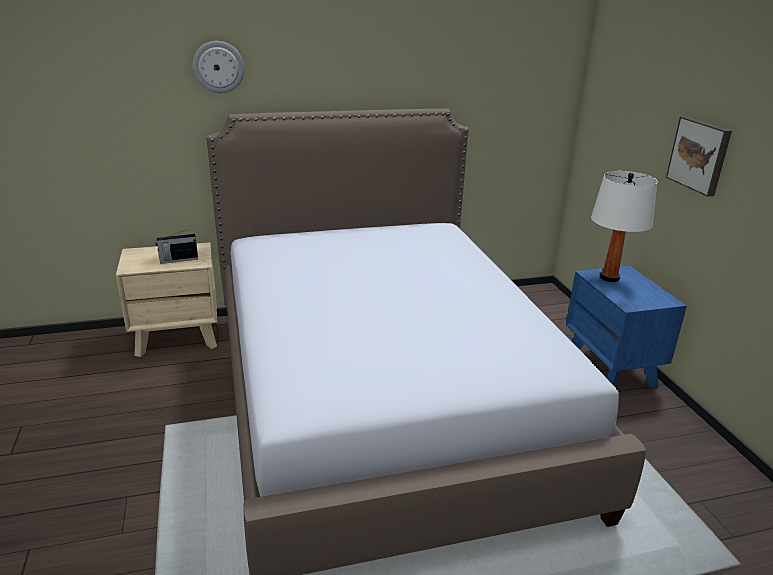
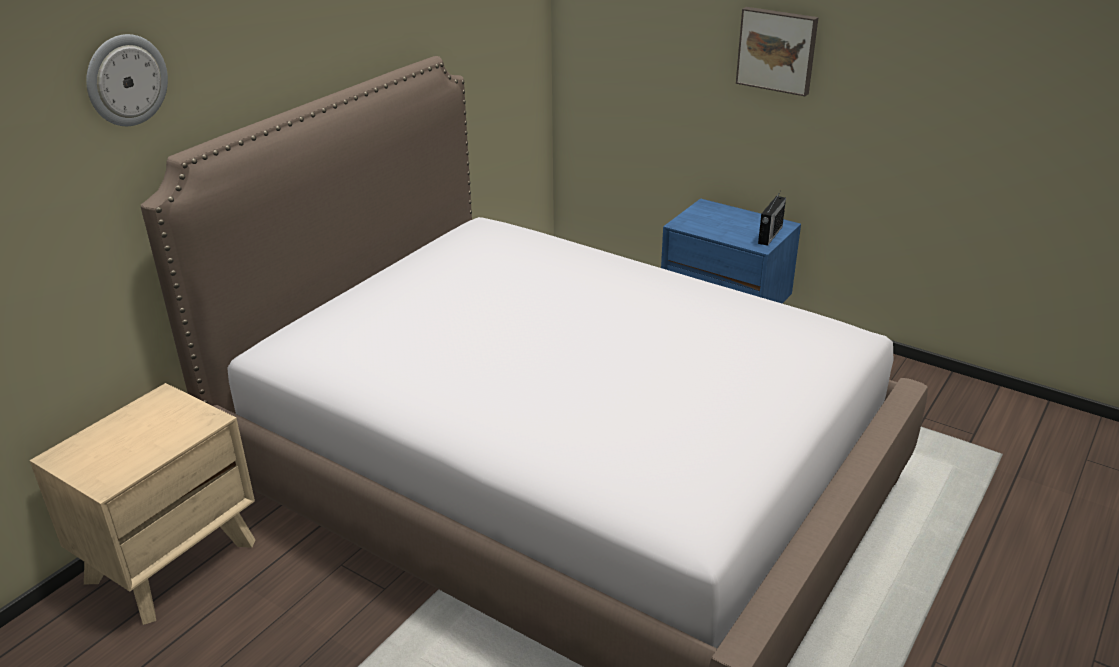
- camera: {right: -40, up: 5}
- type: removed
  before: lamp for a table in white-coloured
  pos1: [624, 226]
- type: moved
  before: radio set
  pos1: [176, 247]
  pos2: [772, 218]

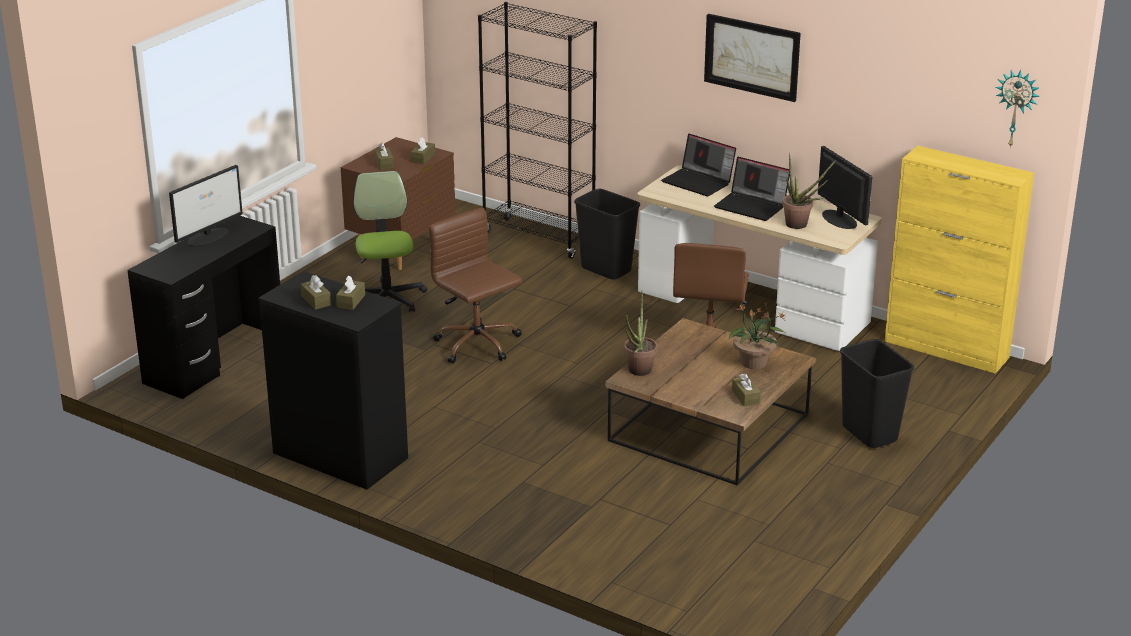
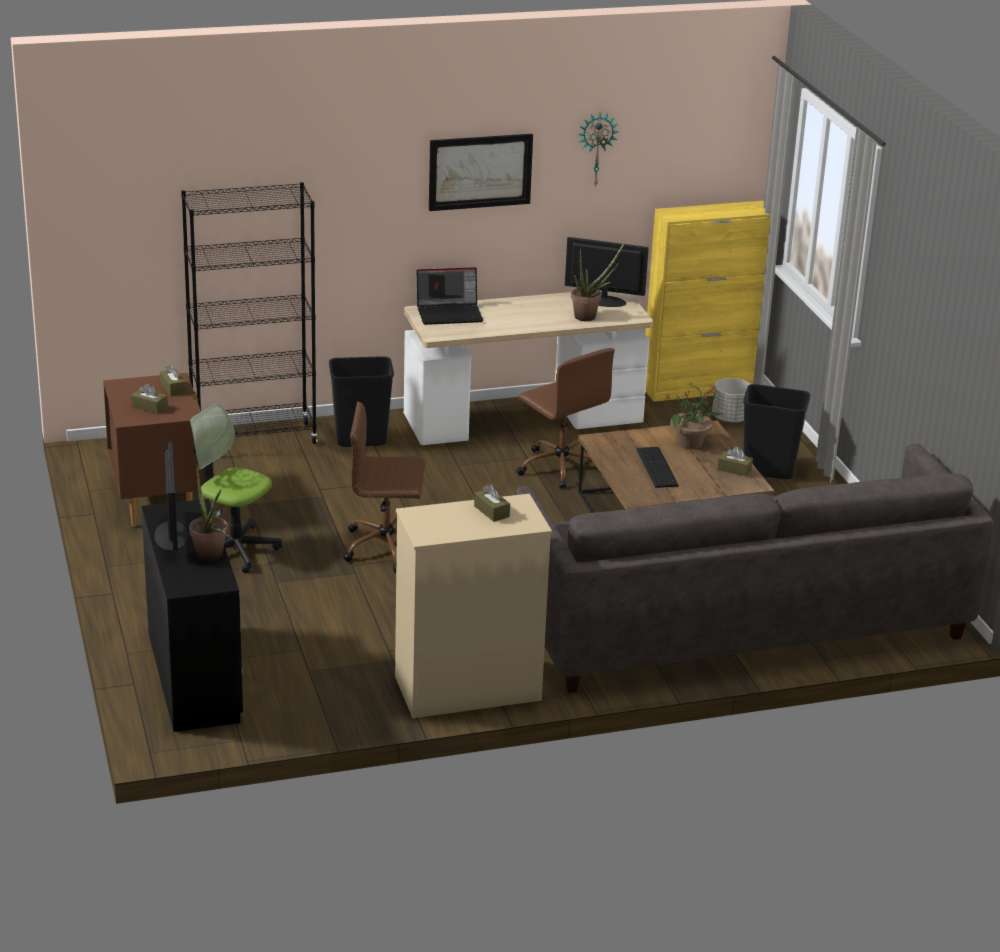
- camera: {right: -50, up: 0}
- type: removed
  before: tissue box in brownish
  pos1: [316, 292]
- type: removed
  before: portable computer
  pos1: [752, 189]
- type: added
  after: sofa in grey
  pos2: [755, 568]
- type: added
  after: PC keyboard
  pos2: [657, 467]
- type: added
  after: flower pot in grey
  pos2: [731, 400]
- type: moved
  before: potted plant
  pos1: [640, 333]
  pos2: [208, 513]
- type: moved
  before: hanging clock
  pos1: [1017, 109]
  pos2: [598, 150]
- type: recoloured
  before: drawer chest in black-coloured
  after: drawer chest in sand-coloured
  pos1: [333, 380]
  pos2: [473, 606]

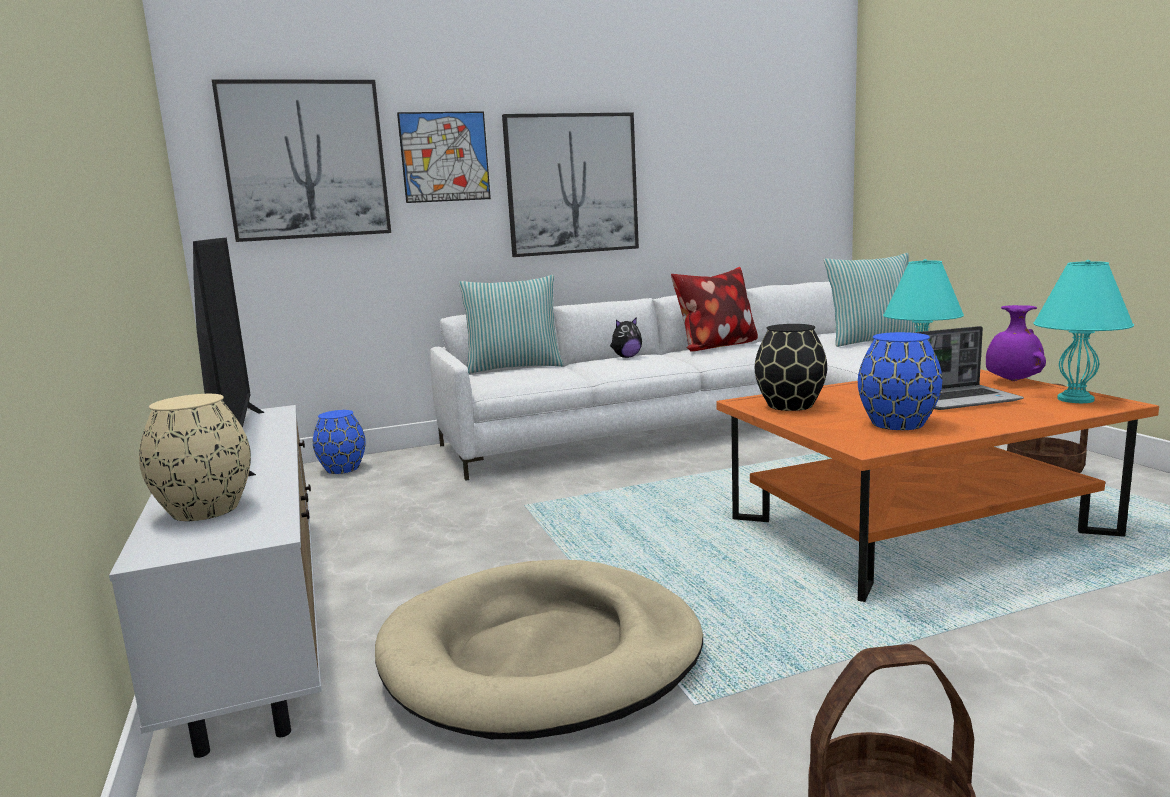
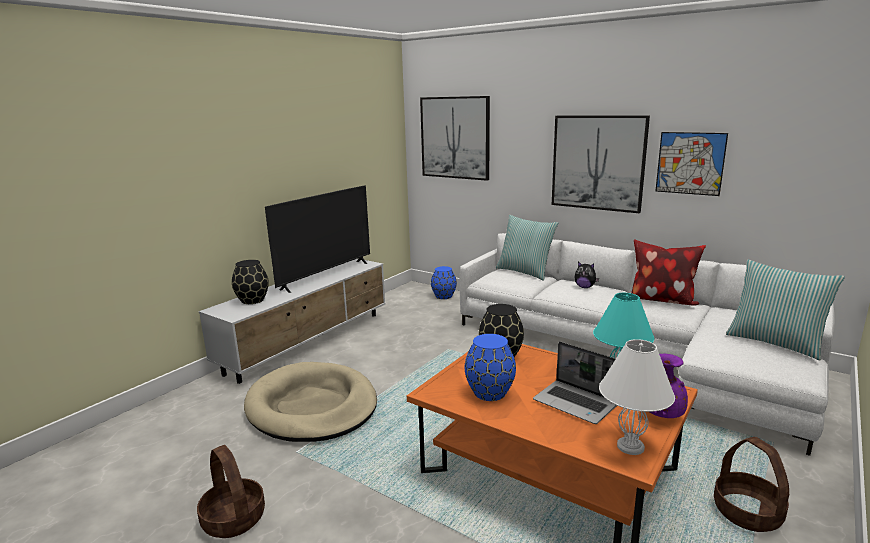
- camera: {right: 55, up: 5}
- type: moved
  before: wall picture
  pos1: [444, 157]
  pos2: [692, 164]
- type: recoloured
  before: flower vase in sand-coloured
  after: flower vase in black-coloured
  pos1: [195, 457]
  pos2: [250, 282]
- type: recoloured
  before: lamp for a table in blue-green
  after: lamp for a table in white-coloured
  pos1: [1084, 331]
  pos2: [637, 397]

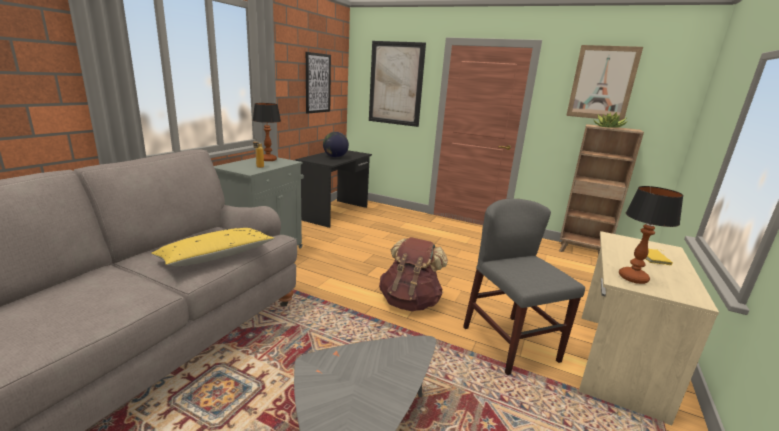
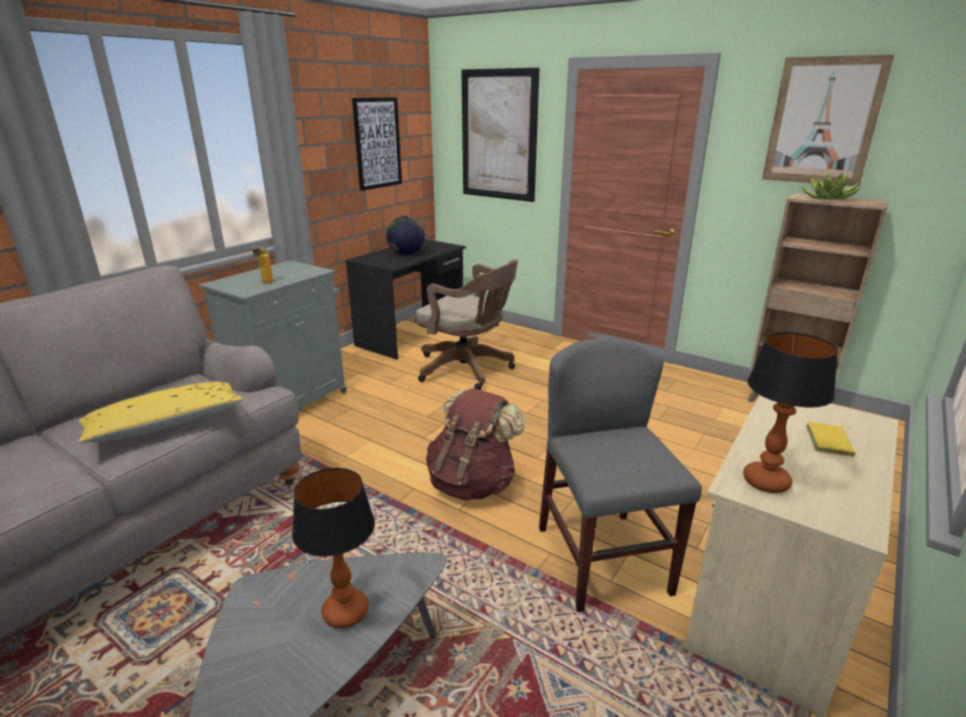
- camera: {right: 10, up: 5}
- type: added
  after: desk chair in brownish
  pos2: [466, 325]
- type: moved
  before: lamp for a table
  pos1: [267, 132]
  pos2: [333, 548]

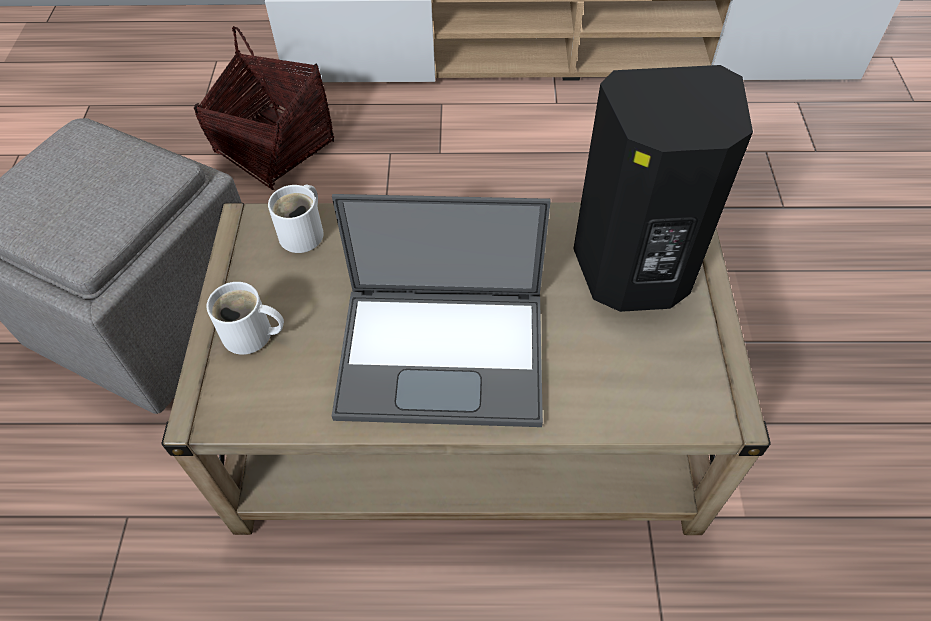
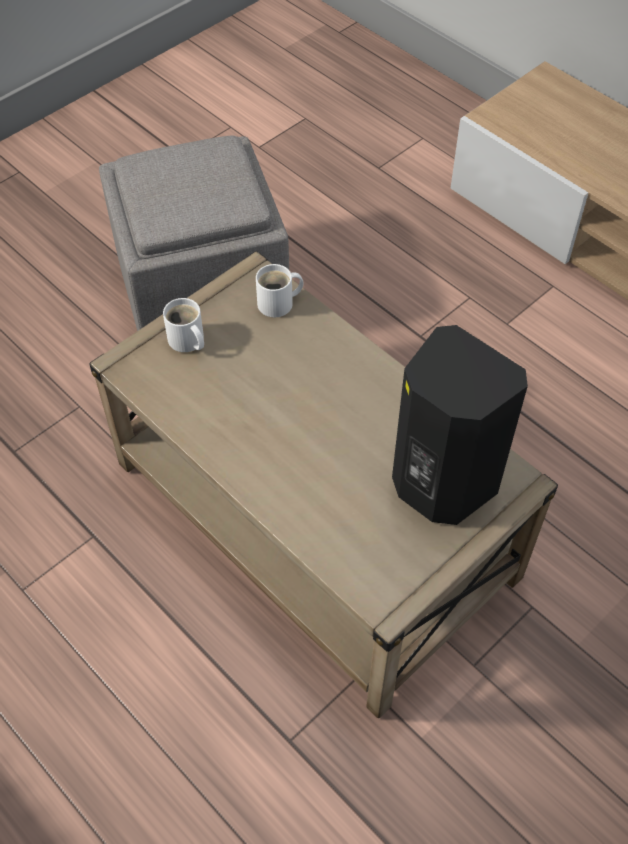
- camera: {right: 45, up: 0}
- type: removed
  before: basket
  pos1: [264, 108]
- type: removed
  before: portable computer
  pos1: [441, 310]

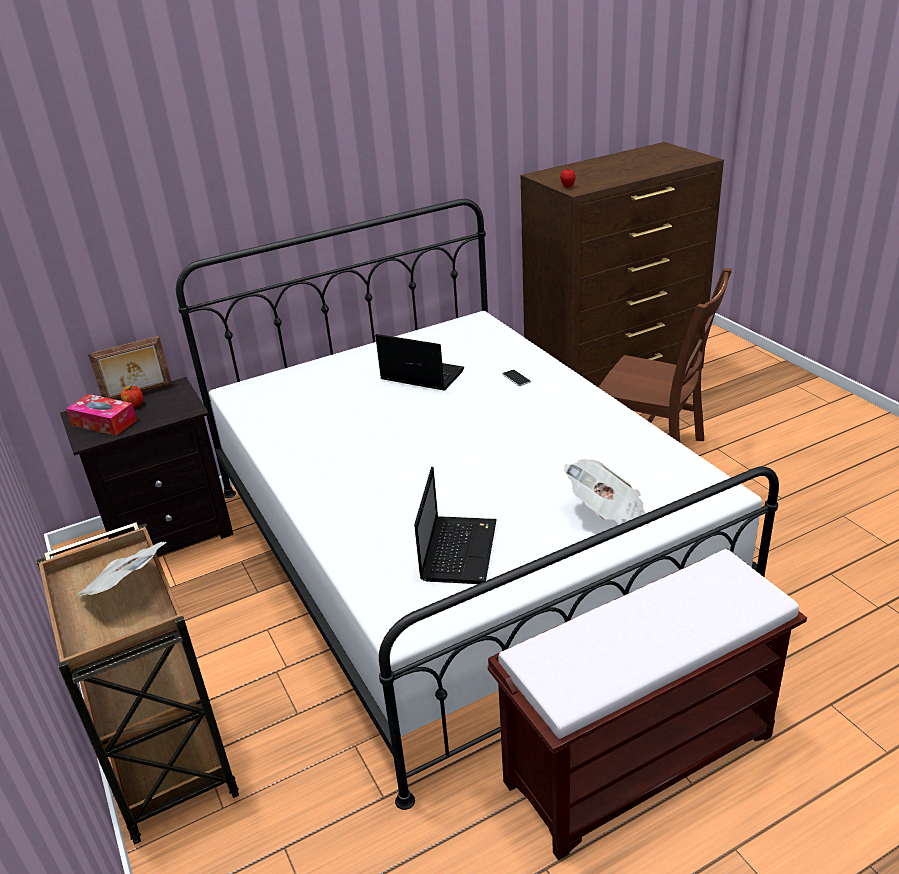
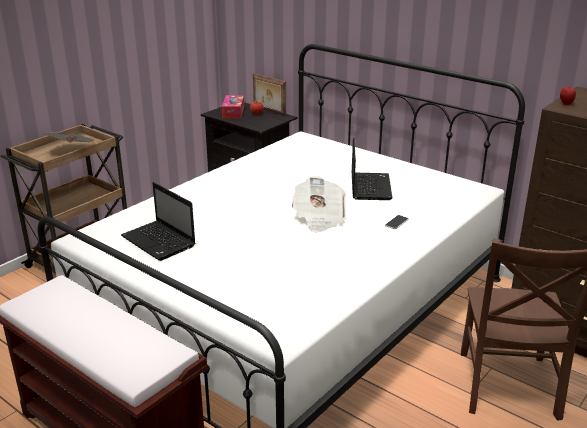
- camera: {right: 65, up: -5}
- type: moved
  before: newspaper
  pos1: [607, 492]
  pos2: [318, 204]
- type: turned
  before: portable computer
  pos1: [455, 525]
  pos2: [158, 221]
  turn: 60

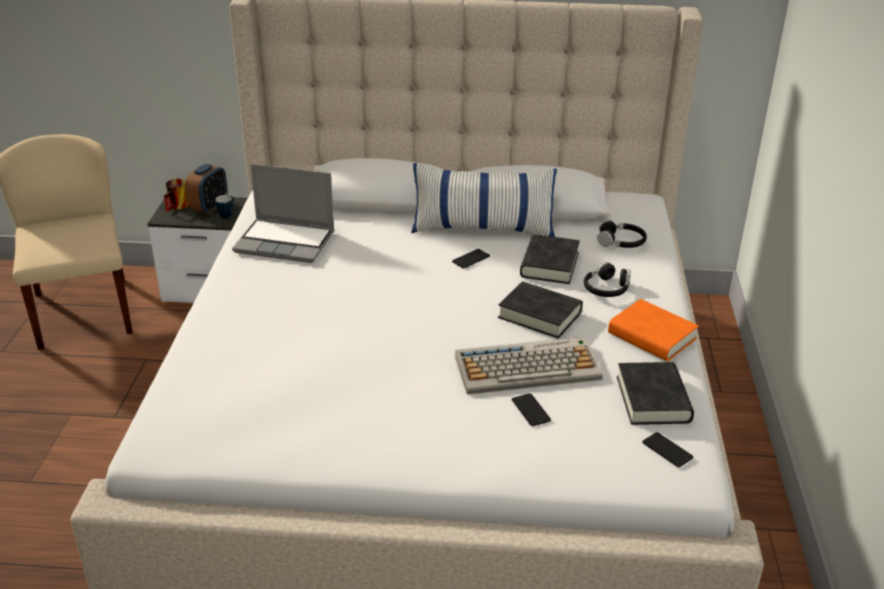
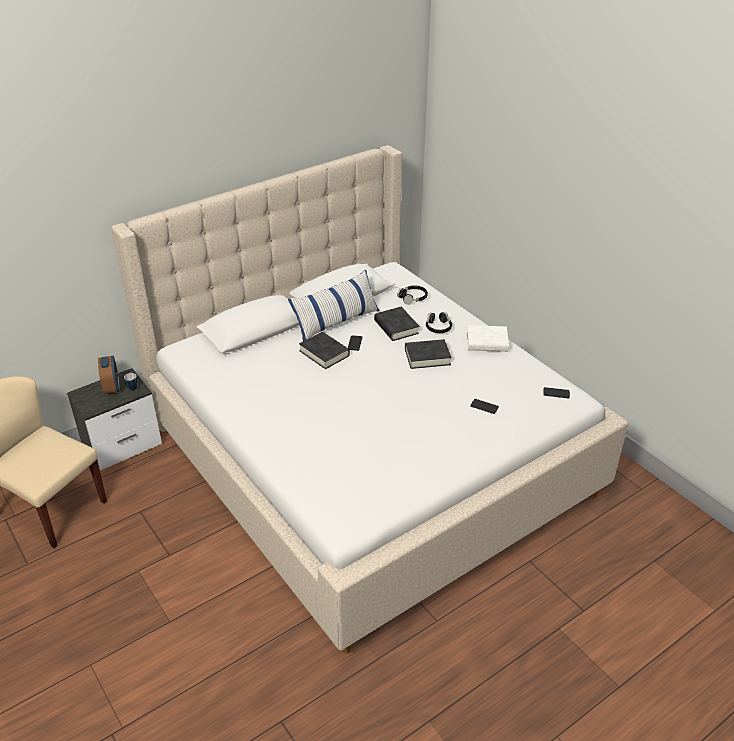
- camera: {right: -40, up: 5}
- type: removed
  before: coffee mug
  pos1: [176, 195]
- type: removed
  before: portable computer
  pos1: [283, 213]
- type: removed
  before: PC keyboard
  pos1: [529, 366]
- type: moved
  before: book in black-coloured
  pos1: [655, 393]
  pos2: [324, 350]
- type: recoloured
  before: book in orangey
  after: book in white-coloured
  pos1: [653, 330]
  pos2: [488, 338]

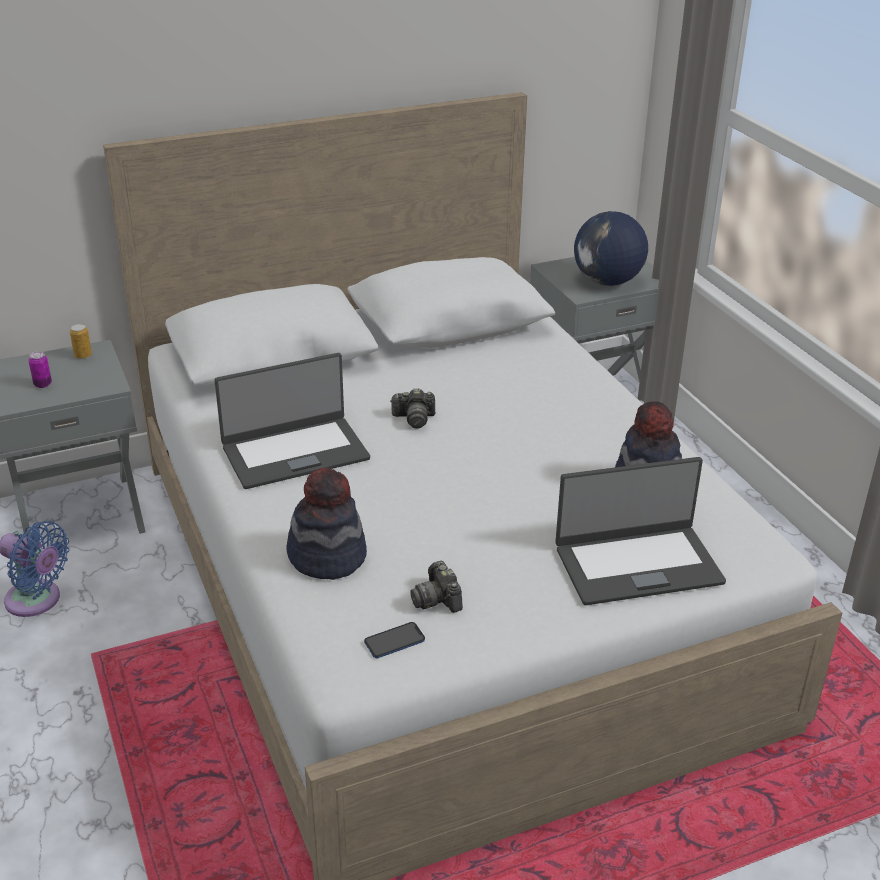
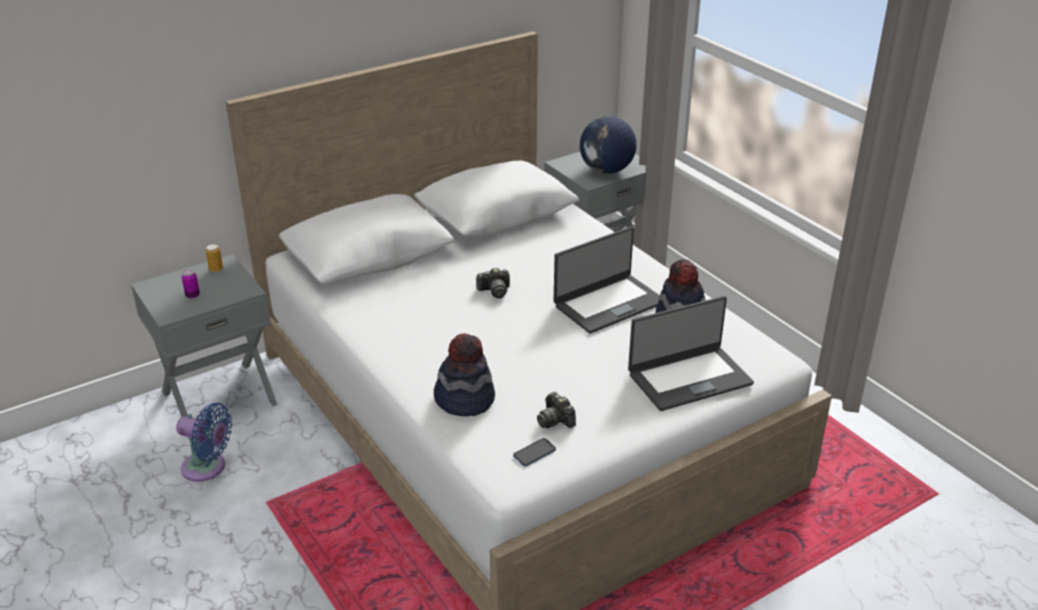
- camera: {right: -10, up: 0}
- type: moved
  before: portable computer
  pos1: [292, 421]
  pos2: [607, 280]

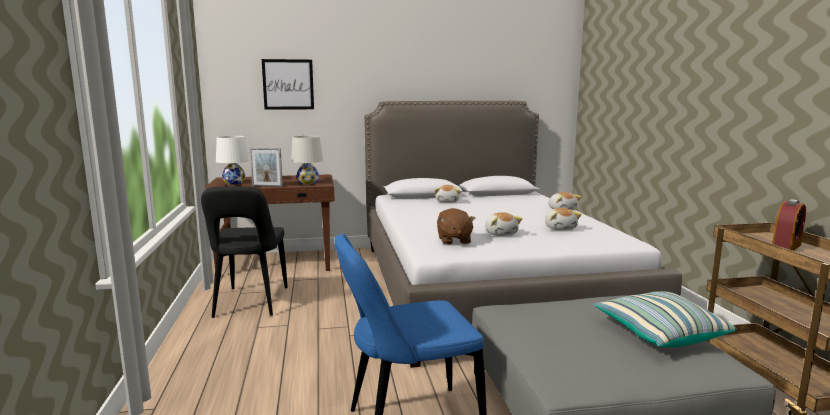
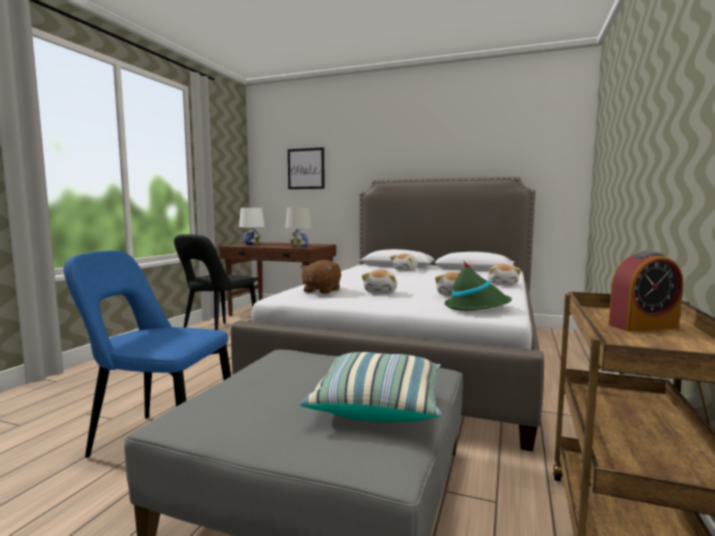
- camera: {right: 30, up: -5}
- type: removed
  before: standing frame
  pos1: [266, 167]
- type: added
  after: hat in greenish
  pos2: [478, 285]

